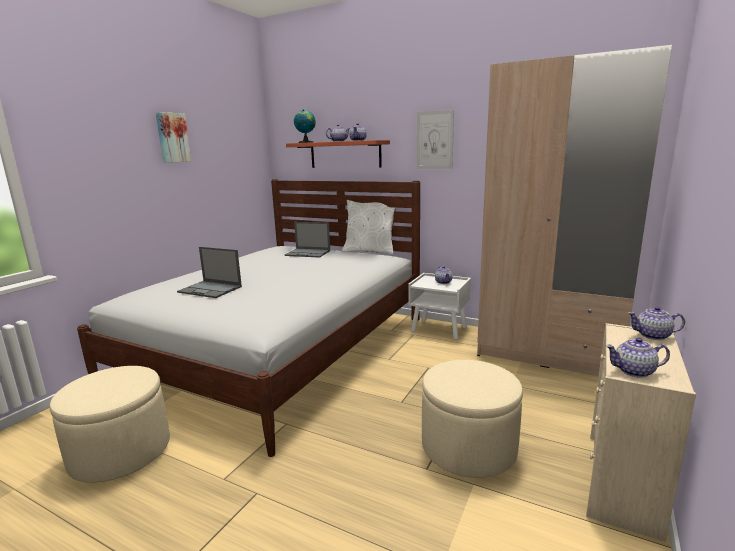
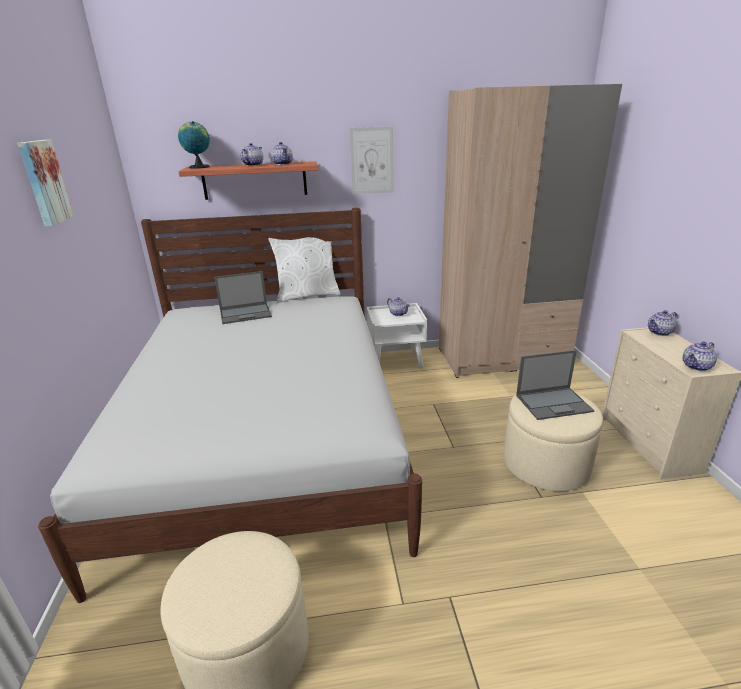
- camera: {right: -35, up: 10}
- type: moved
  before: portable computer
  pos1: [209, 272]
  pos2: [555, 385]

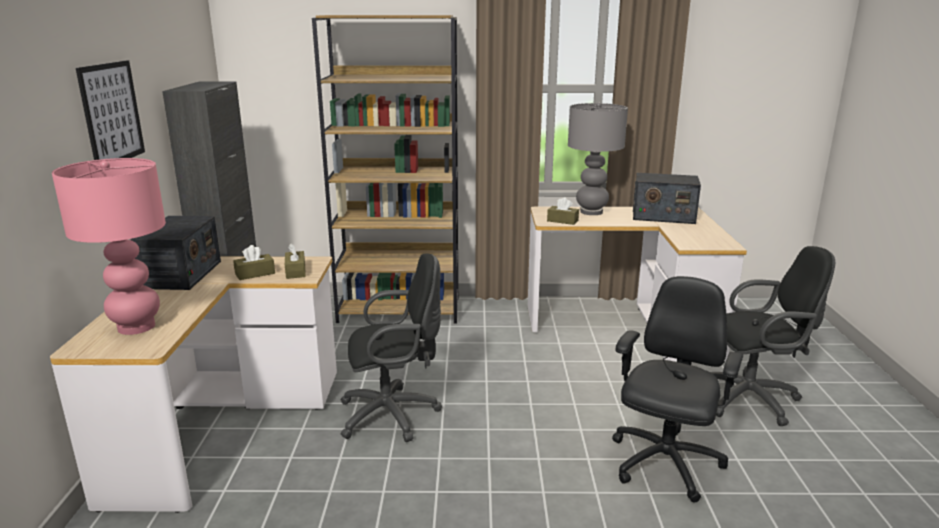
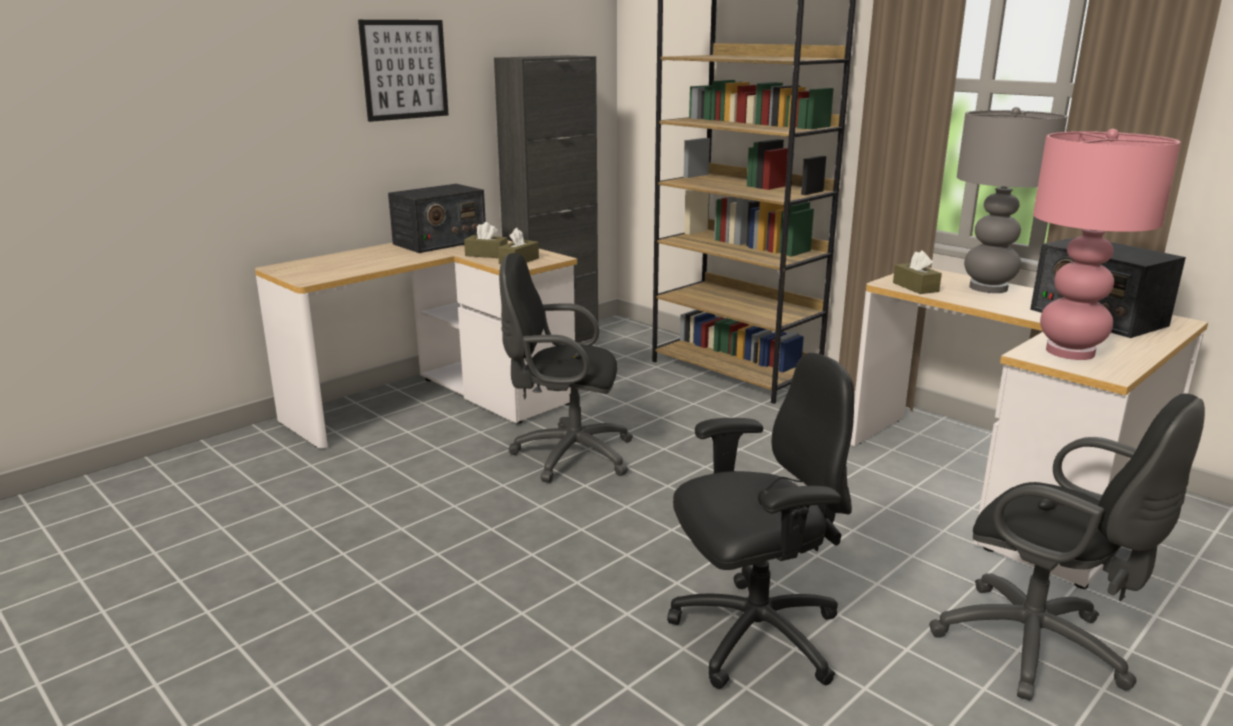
- camera: {right: 45, up: 0}
- type: moved
  before: lamp for a table in pinkish
  pos1: [109, 246]
  pos2: [1107, 244]
- type: turned
  before: desk chair in black-coloured
  pos1: [391, 347]
  pos2: [566, 368]
  turn: 150

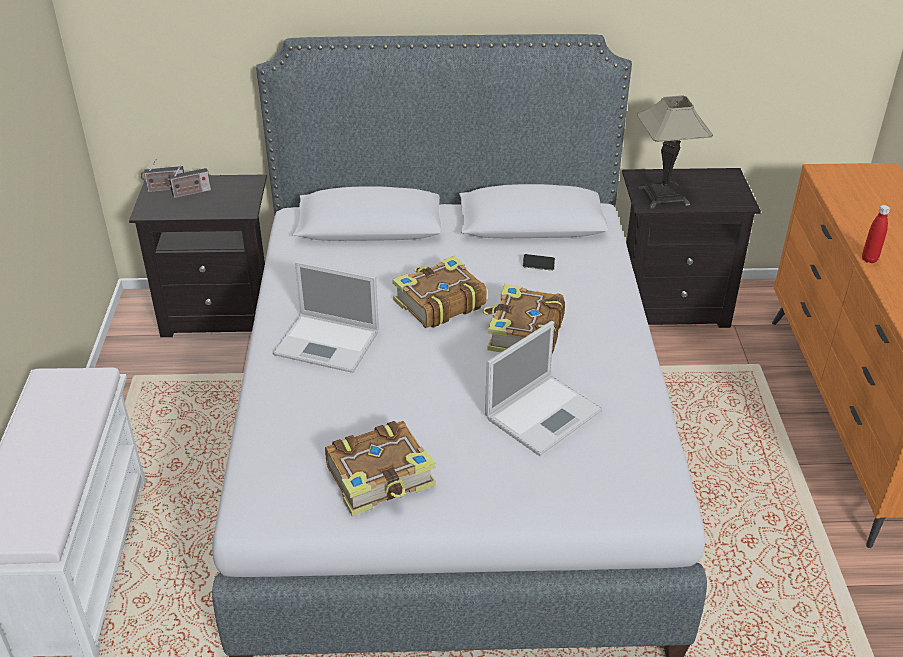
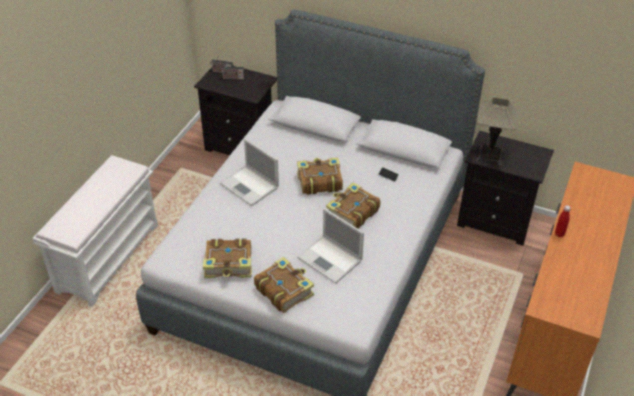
- camera: {right: 25, up: 5}
- type: added
  after: book
  pos2: [284, 285]
- type: turned
  before: portable computer
  pos1: [543, 388]
  pos2: [330, 246]
  turn: 60

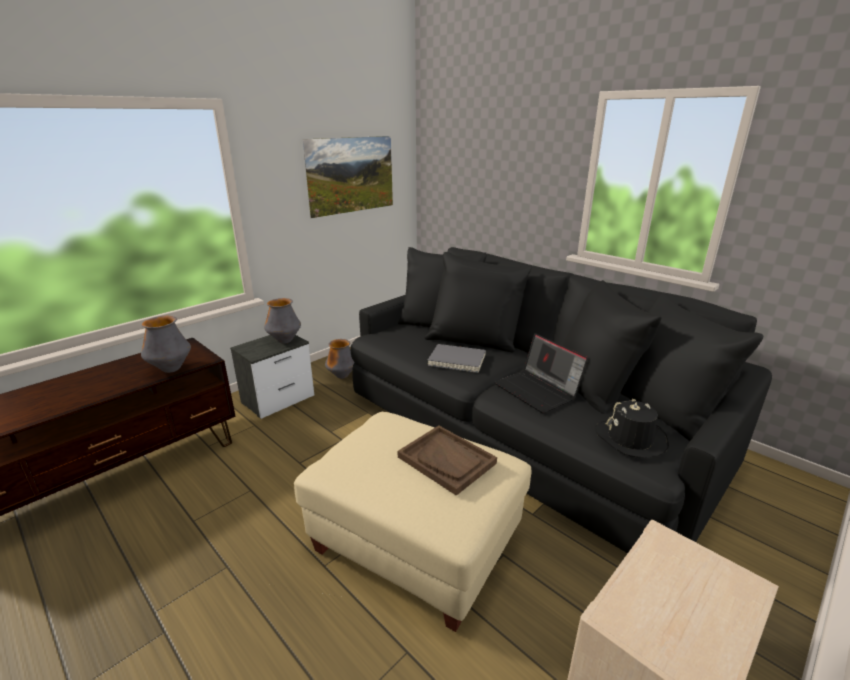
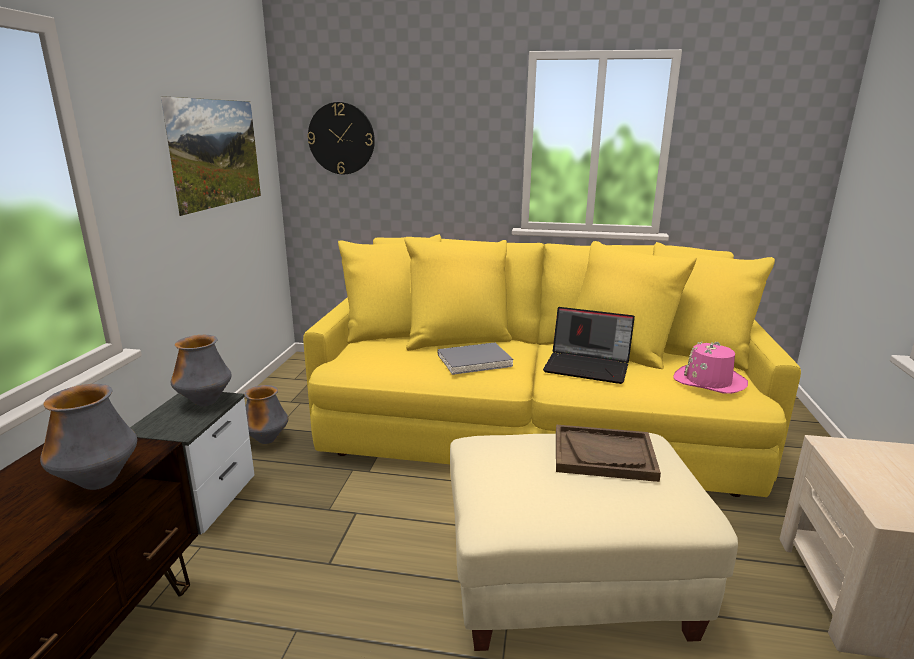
- camera: {right: -35, up: -5}
- type: added
  after: hanging clock
  pos2: [341, 138]
- type: recoloured
  before: sofa in black-coloured
  after: sofa in yellowish
  pos1: [561, 400]
  pos2: [552, 365]
- type: recoloured
  before: hat in black-coloured
  after: hat in pinkish
  pos1: [632, 428]
  pos2: [710, 367]

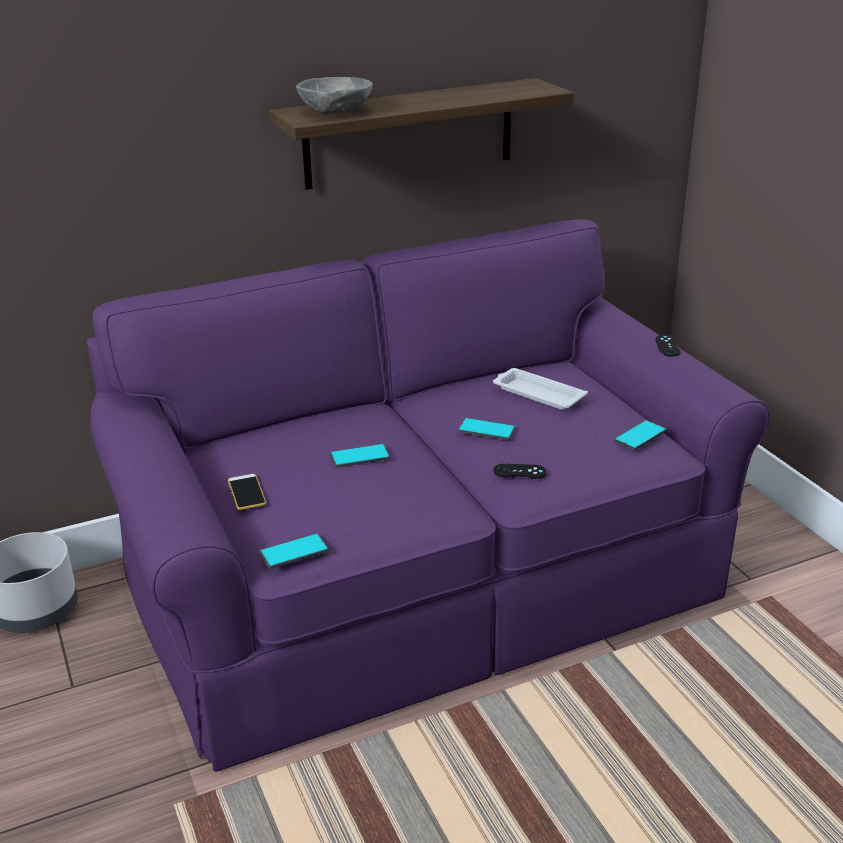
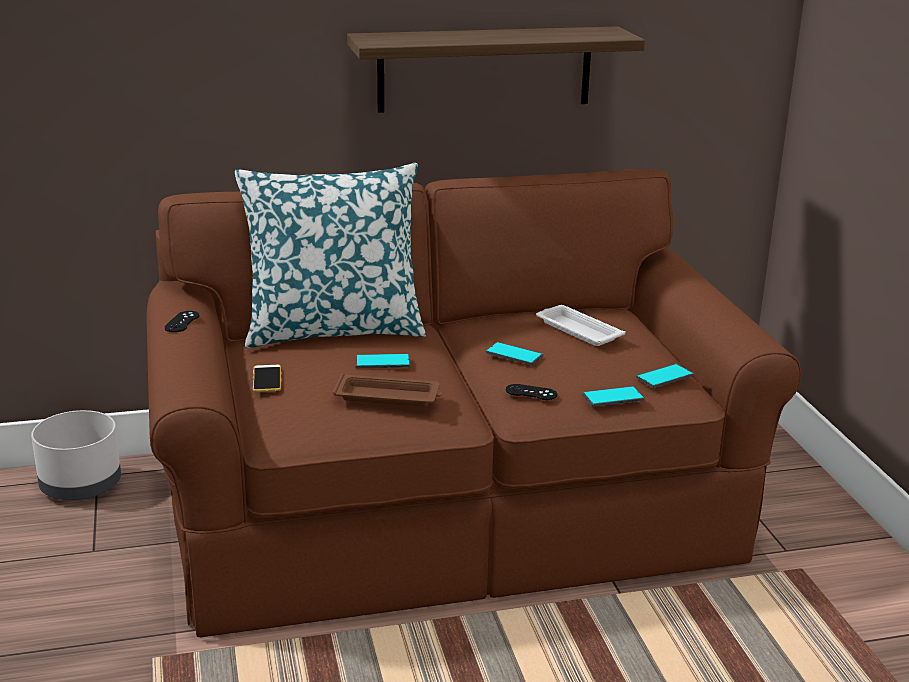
- camera: {right: 10, up: -5}
- type: removed
  before: bowl in grey
  pos1: [334, 95]
- type: added
  after: cushion
  pos2: [330, 255]
- type: added
  after: tray in brownish
  pos2: [387, 390]
- type: moved
  before: phone
  pos1: [294, 551]
  pos2: [613, 396]
- type: moved
  before: gamepad in black-coloured
  pos1: [668, 346]
  pos2: [181, 321]
- type: recoloured
  before: sofa in purple-coloured
  after: sofa in brownish
  pos1: [428, 495]
  pos2: [473, 403]

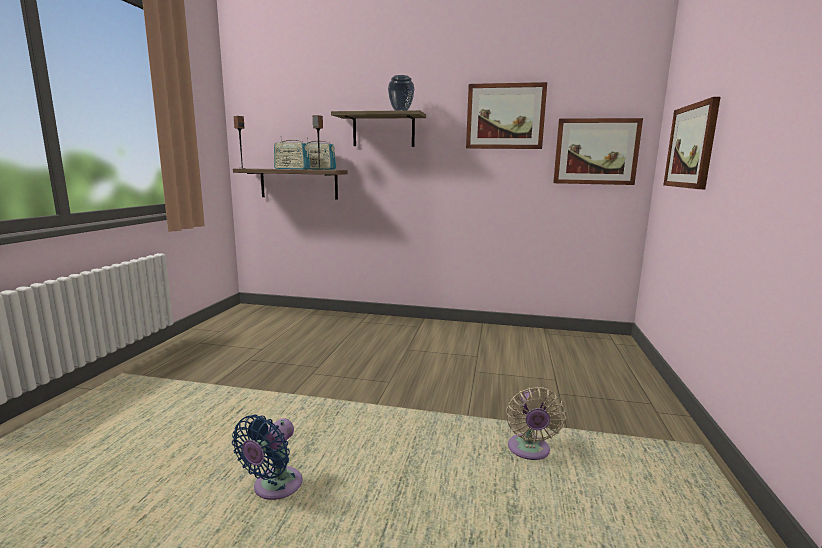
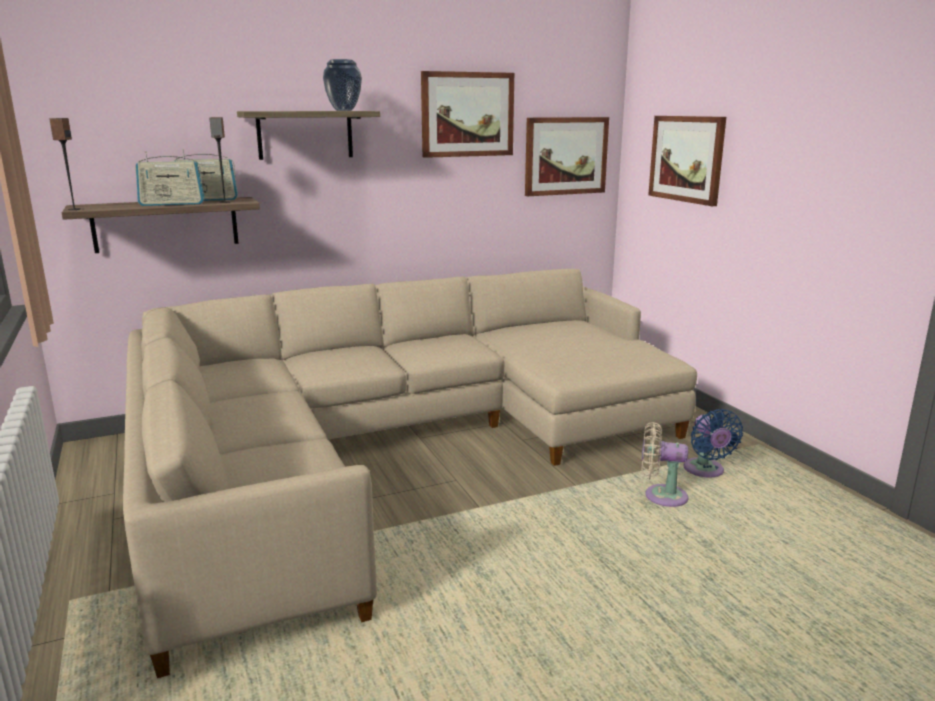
- camera: {right: -35, up: 5}
- type: added
  after: sofa in sand-coloured
  pos2: [410, 473]
- type: moved
  before: electric fan in blue
  pos1: [267, 457]
  pos2: [713, 443]
- type: turned
  before: electric fan in sand-coloured
  pos1: [536, 423]
  pos2: [665, 464]
  turn: 135

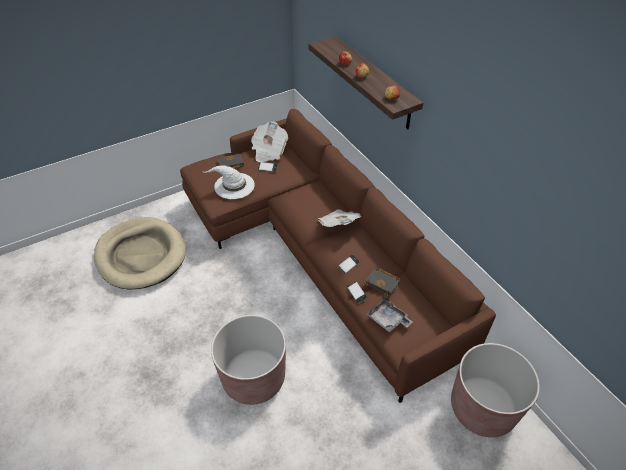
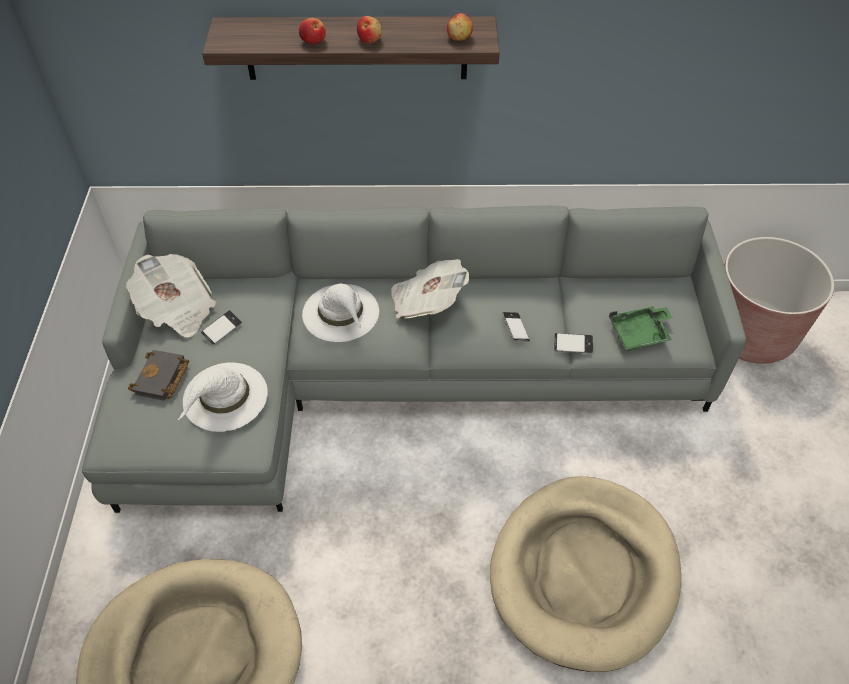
- camera: {right: -60, up: 5}
- type: removed
  before: book in black-coloured
  pos1: [382, 282]
- type: added
  after: hat in white-coloured
  pos2: [340, 312]
- type: replaced
  before: flower pot in brownish
  after: dog bed in sand-coloured
  pos1: [248, 360]
  pos2: [585, 574]
- type: recoloured
  before: sofa in brownish
  after: sofa in grey
  pos1: [338, 256]
  pos2: [414, 359]
- type: recoloured
  before: tray in grey
  after: tray in greenish
  pos1: [389, 314]
  pos2: [640, 328]

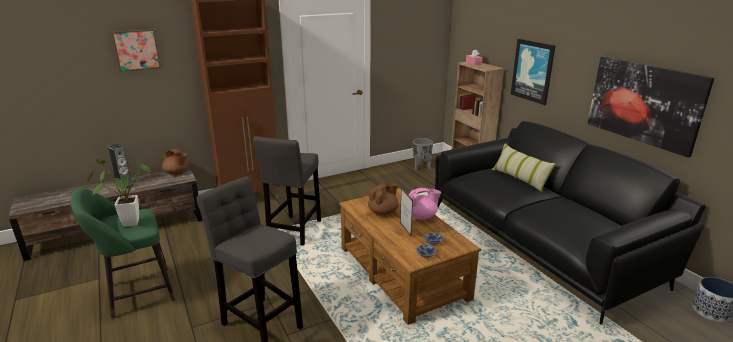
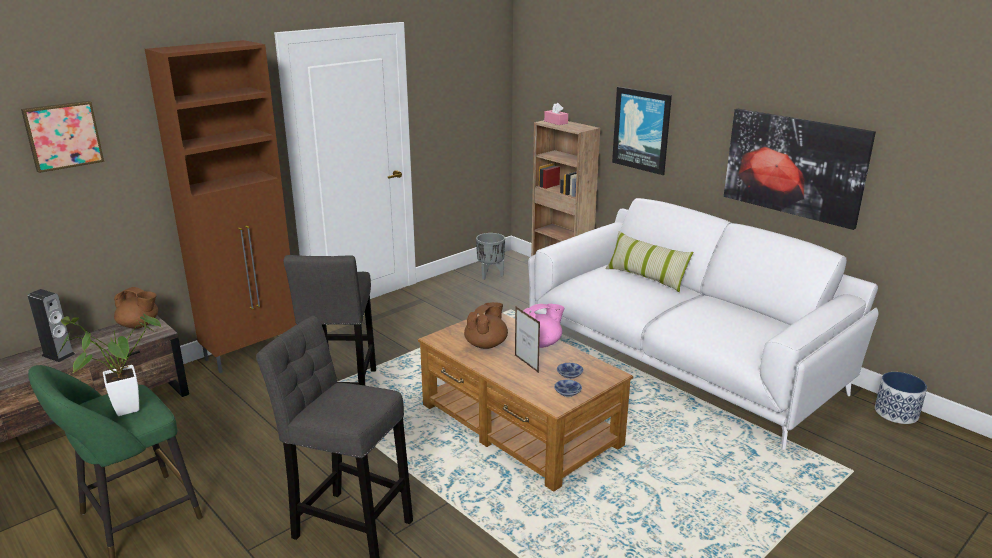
- camera: {right: -15, up: 0}
- type: recoloured
  before: sofa in black-coloured
  after: sofa in white-coloured
  pos1: [570, 223]
  pos2: [703, 324]

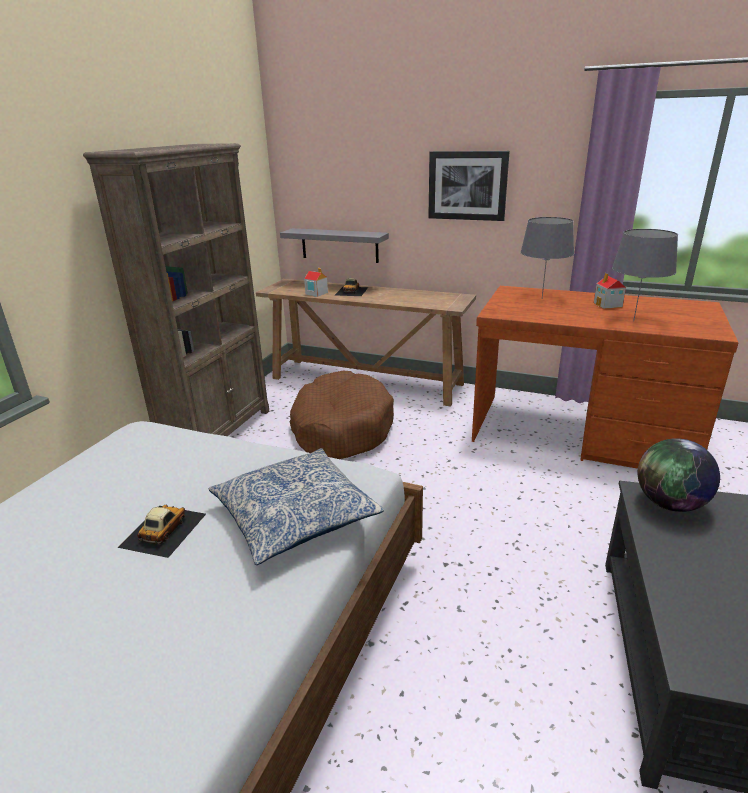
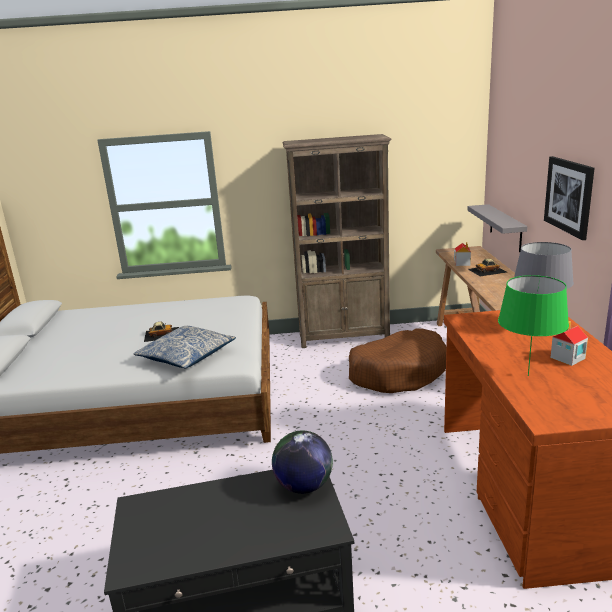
- camera: {right: 65, up: -5}
- type: recoloured
  before: lamp for a table in grey
  after: lamp for a table in greenish
  pos1: [645, 275]
  pos2: [533, 325]

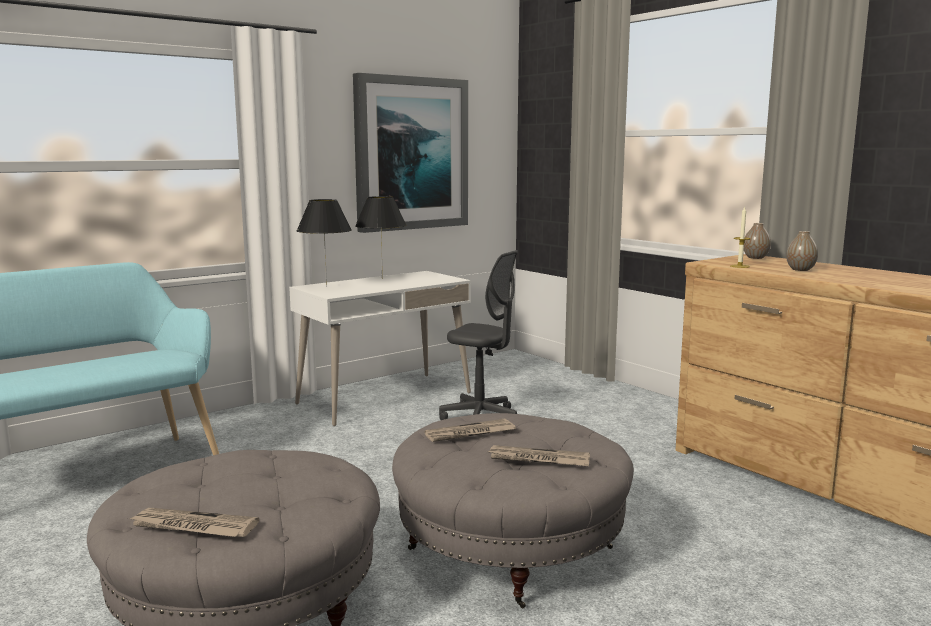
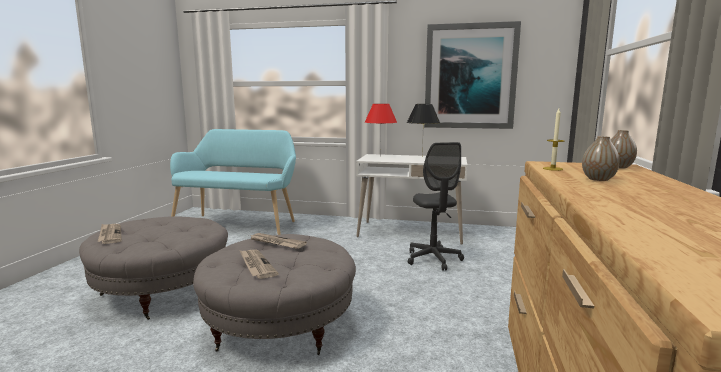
- camera: {right: 50, up: 0}
- type: recoloured
  before: lamp for a table in black-coloured
  after: lamp for a table in red-coloured
  pos1: [324, 243]
  pos2: [381, 130]

